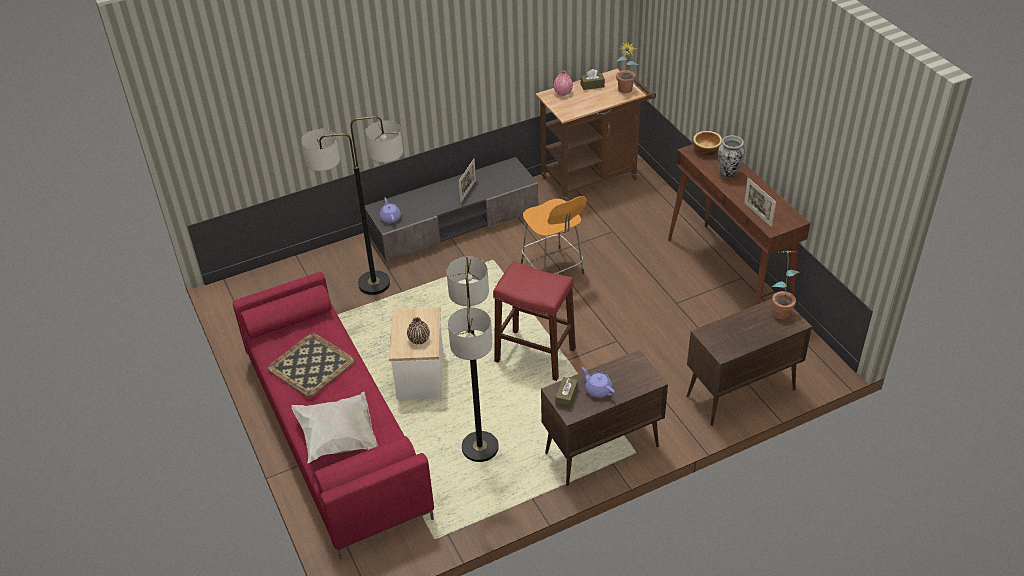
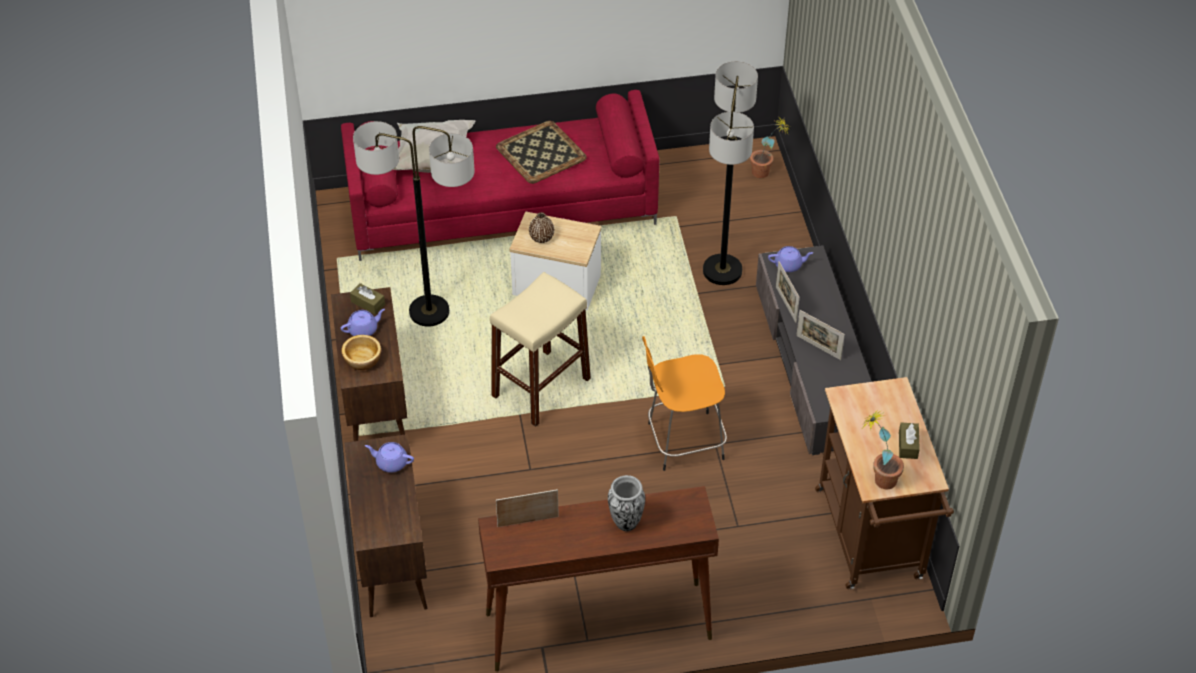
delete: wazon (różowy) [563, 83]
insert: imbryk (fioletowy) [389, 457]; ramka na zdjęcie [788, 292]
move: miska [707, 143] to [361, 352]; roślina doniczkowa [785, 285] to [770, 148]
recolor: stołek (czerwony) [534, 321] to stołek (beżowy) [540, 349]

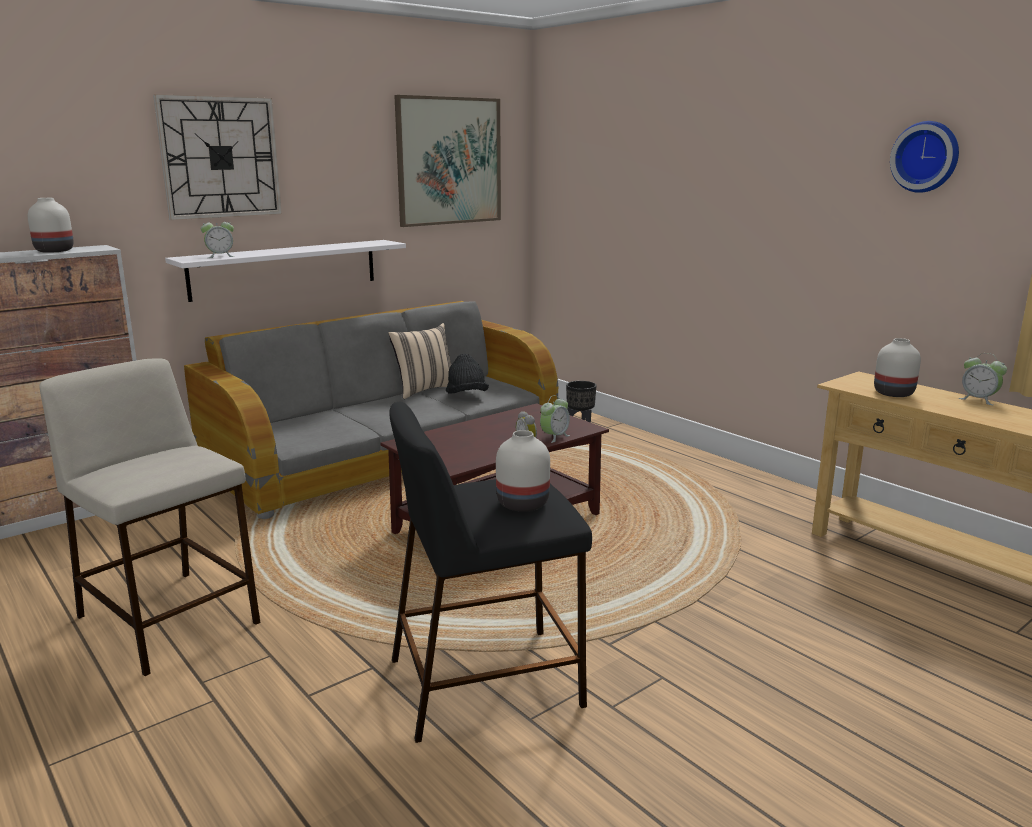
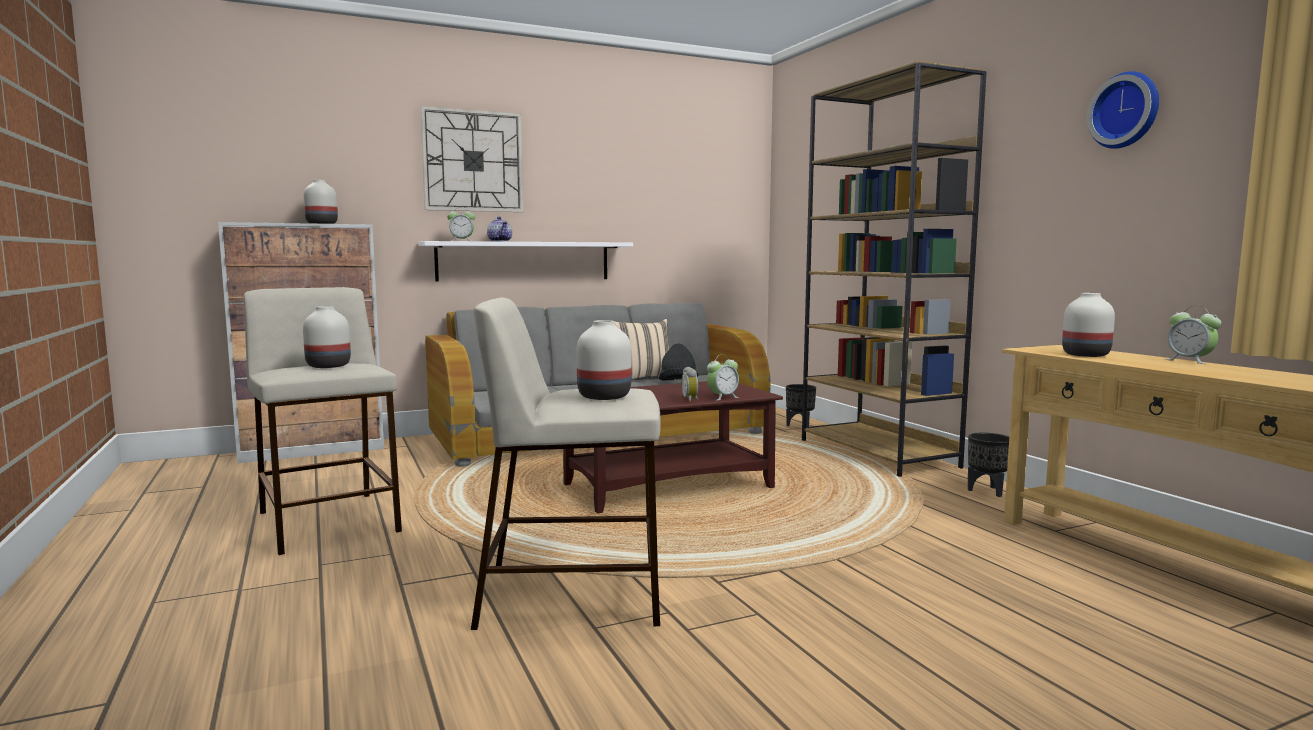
delete: obraz [447, 161]
insert: wazon (biały) [327, 337]; imbryk [499, 229]; regał (brązowy) [894, 269]; donica (czarny) [988, 465]
recolor: stołek (czarny) [490, 572] to stołek (beżowy) [566, 463]

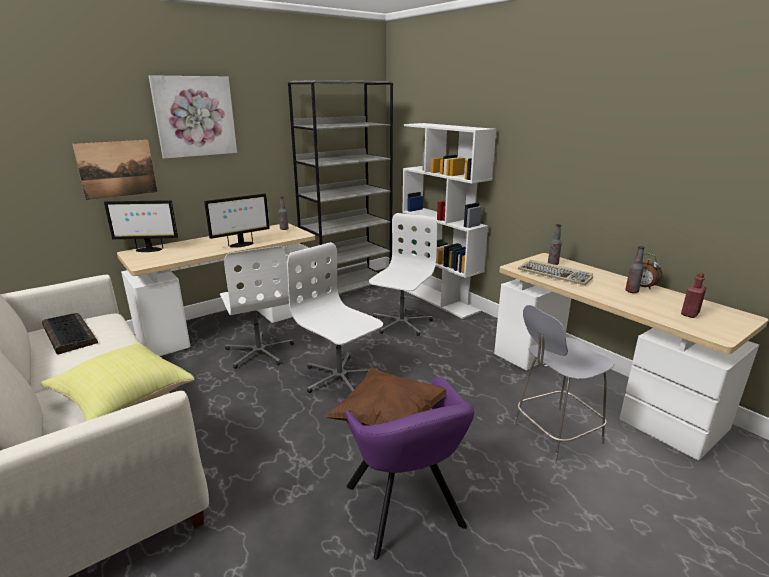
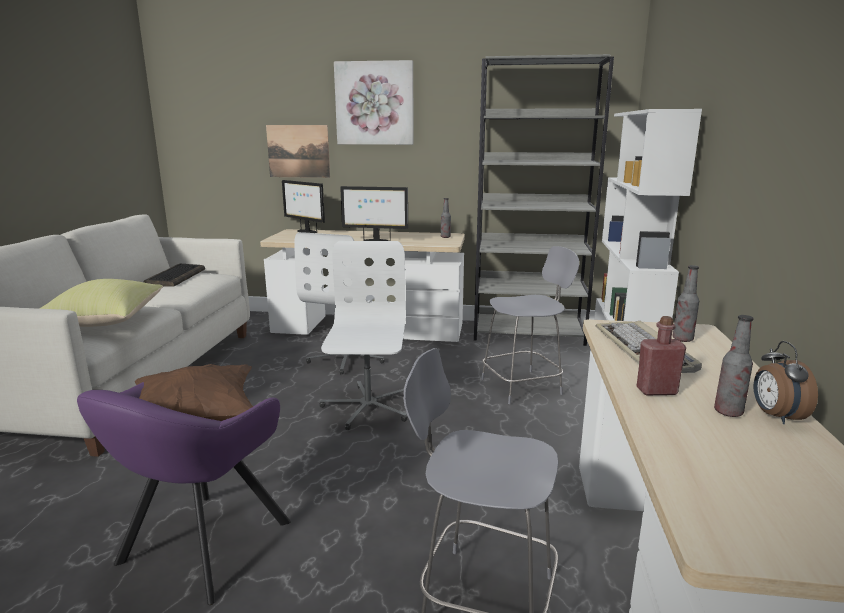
move: butelka (czerwony) [693, 295] to [661, 355]
replace: krzesło biurowe (biały) [403, 274] to stołek (szary) [530, 325]

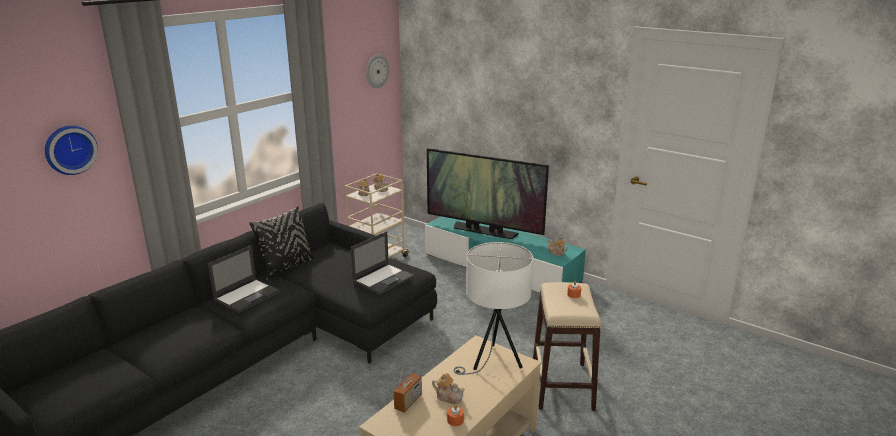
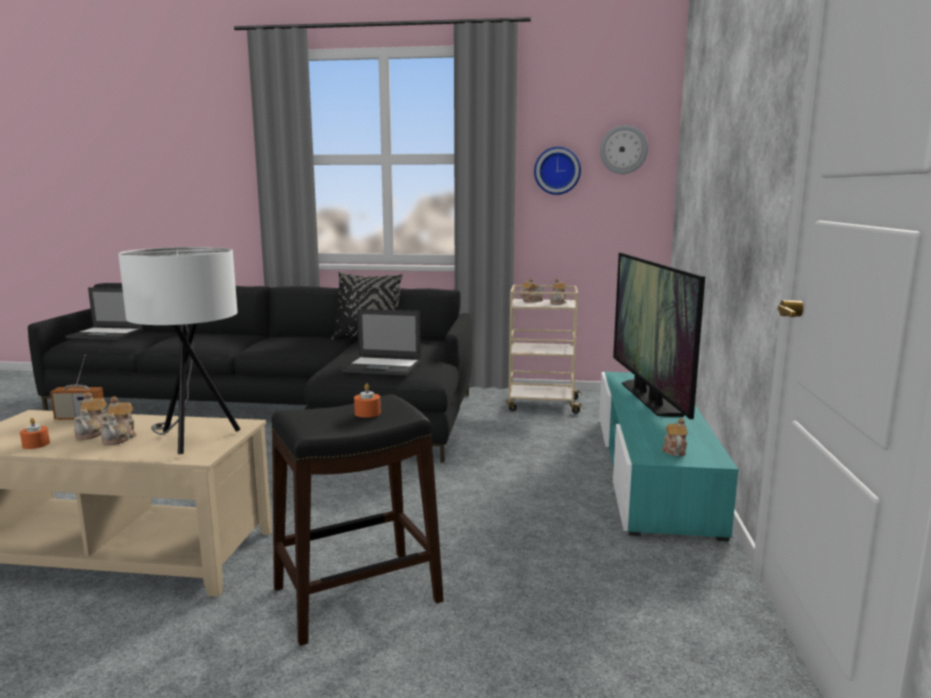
insert: imbryk [119, 420]
move: zegar ścienny [71, 150] to [557, 171]; laptop [244, 279] to [104, 313]
recolor: stołek (beżowy) [567, 346] to stołek (czarny) [357, 520]

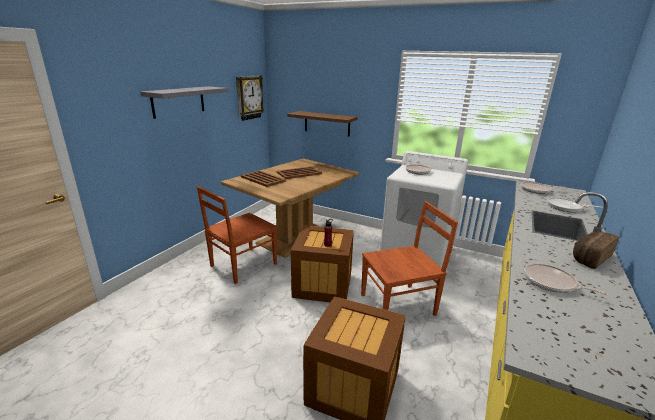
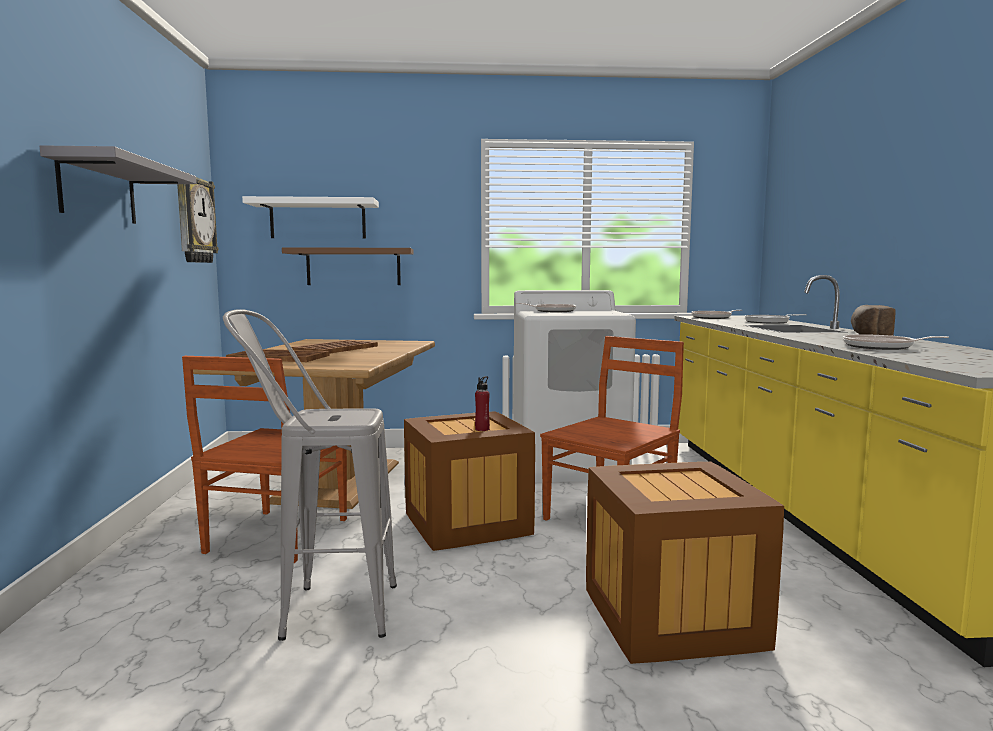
insert: stołek (szary) [310, 475]; półka (biały) [310, 217]

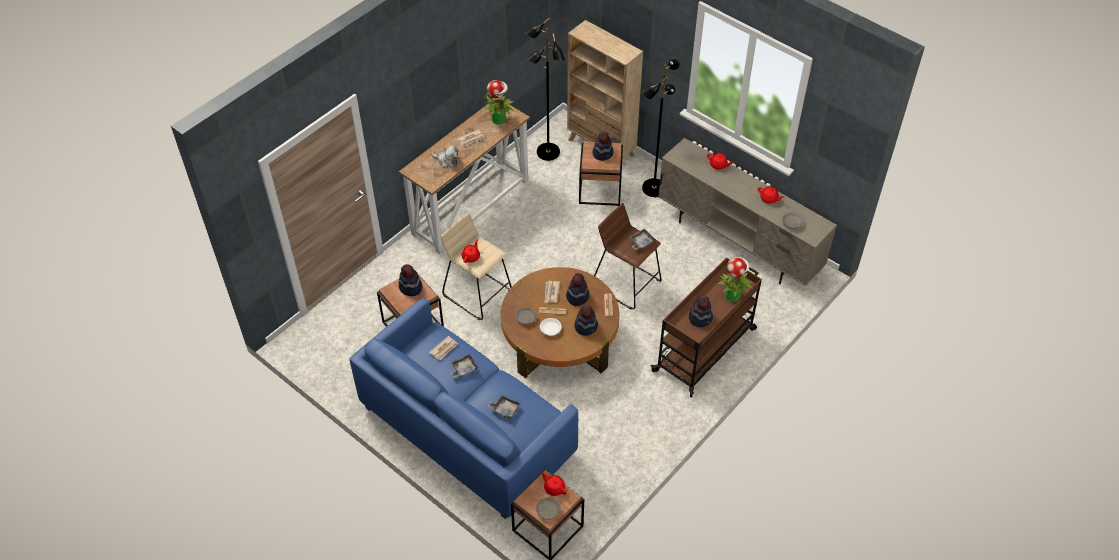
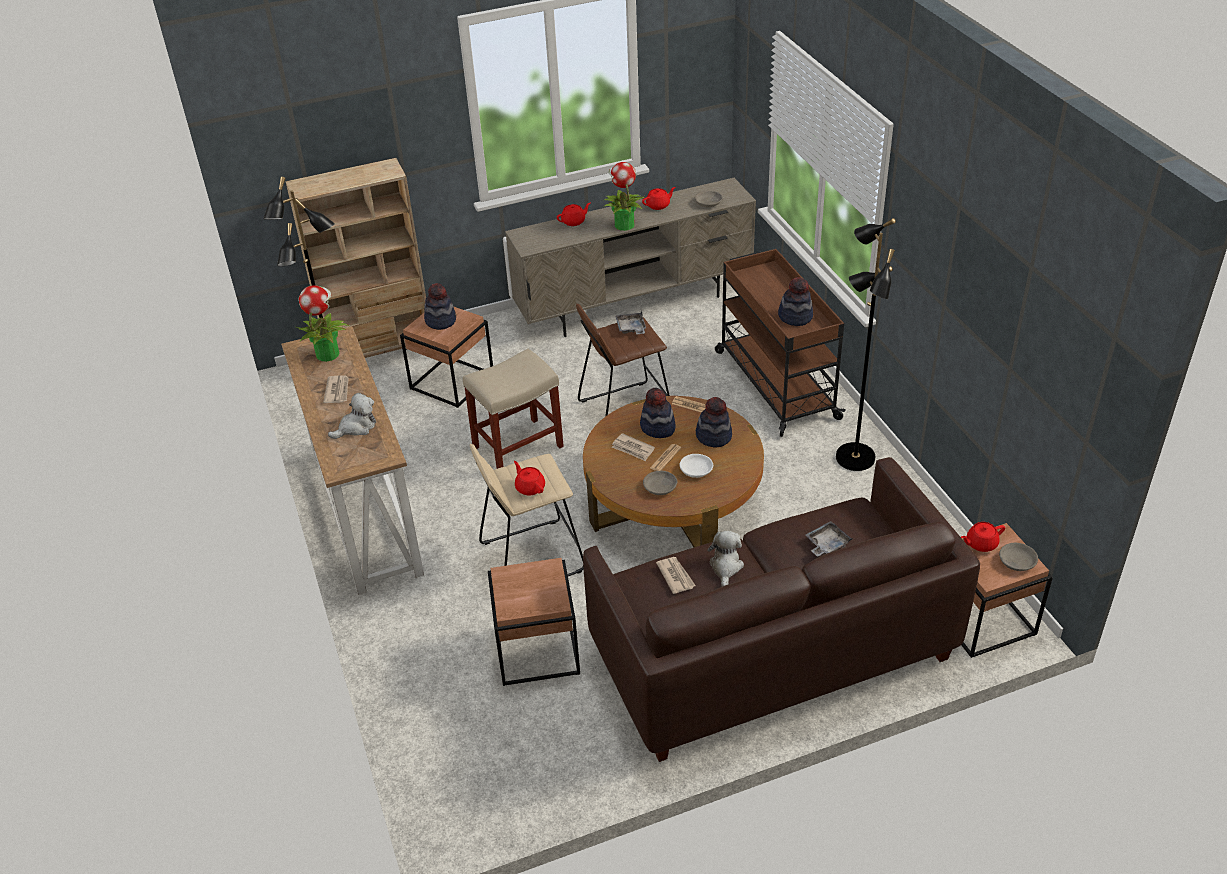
delete: kapelusz [410, 280]
insert: stołek (beżowy) [513, 409]
move: lampa stojąca (czarny) [661, 128] to [866, 344]; roślina doniczkowa [735, 279] to [624, 196]
replace: taca (szary) [464, 366] to pluszak [725, 558]
recolor: kanapa (niebieski) [463, 408] to kanapa (brązowy) [781, 609]

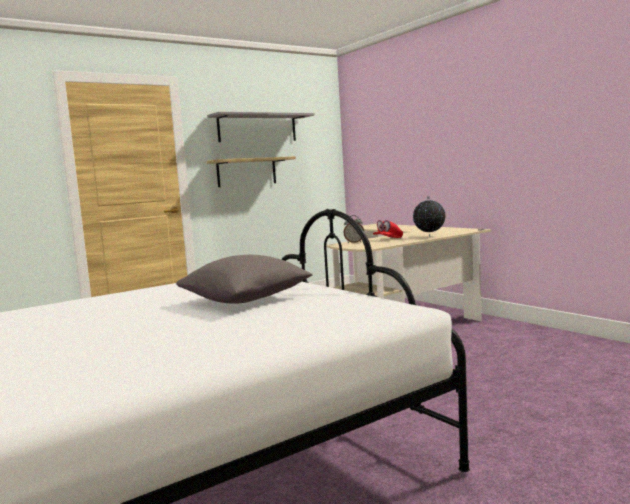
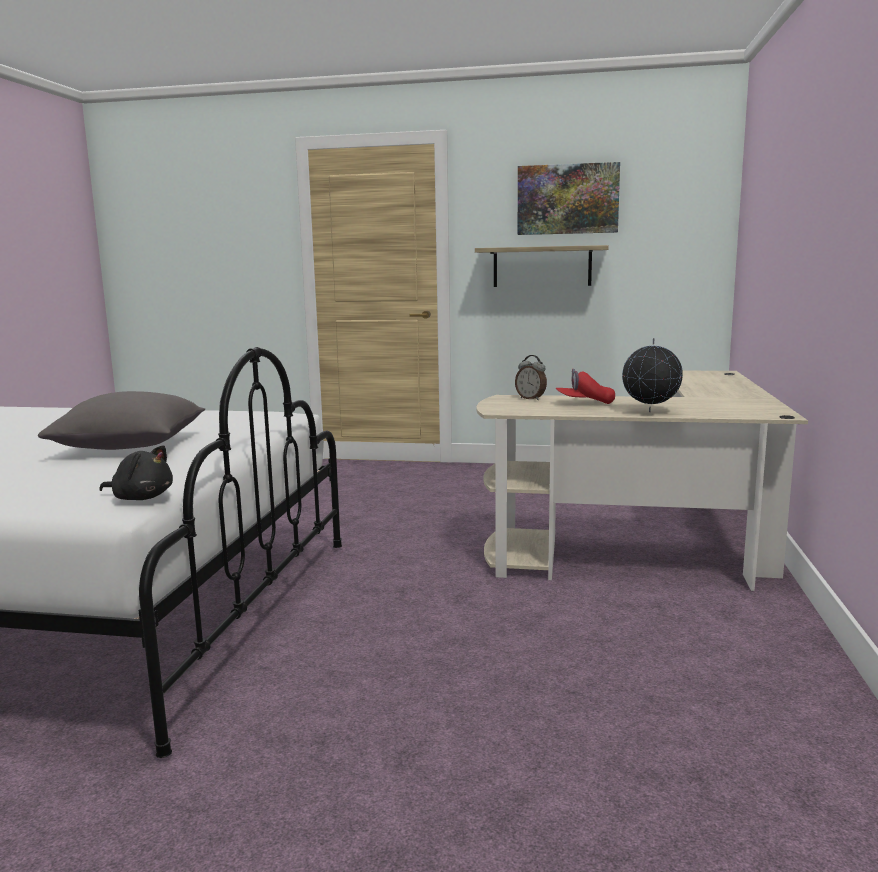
insert: pluszak (czarny) [136, 472]
replace: półka (szary) [261, 127] to obraz [569, 198]

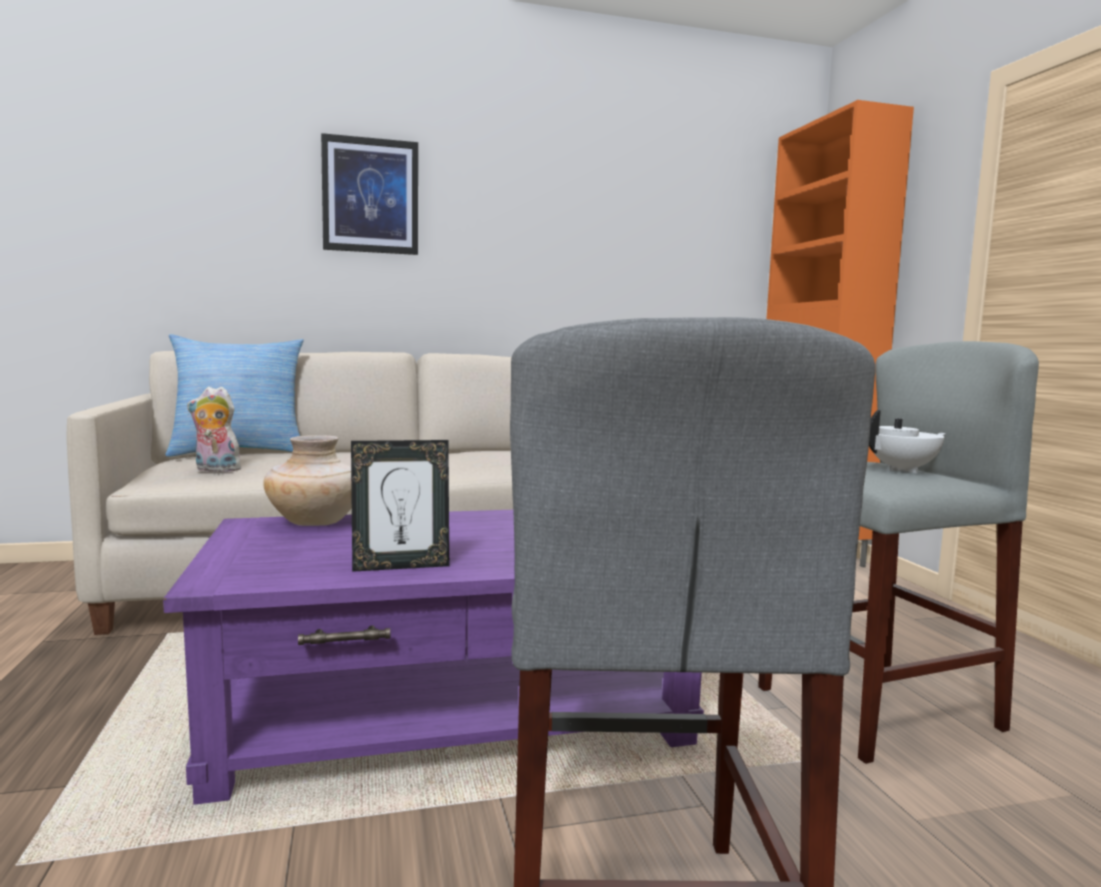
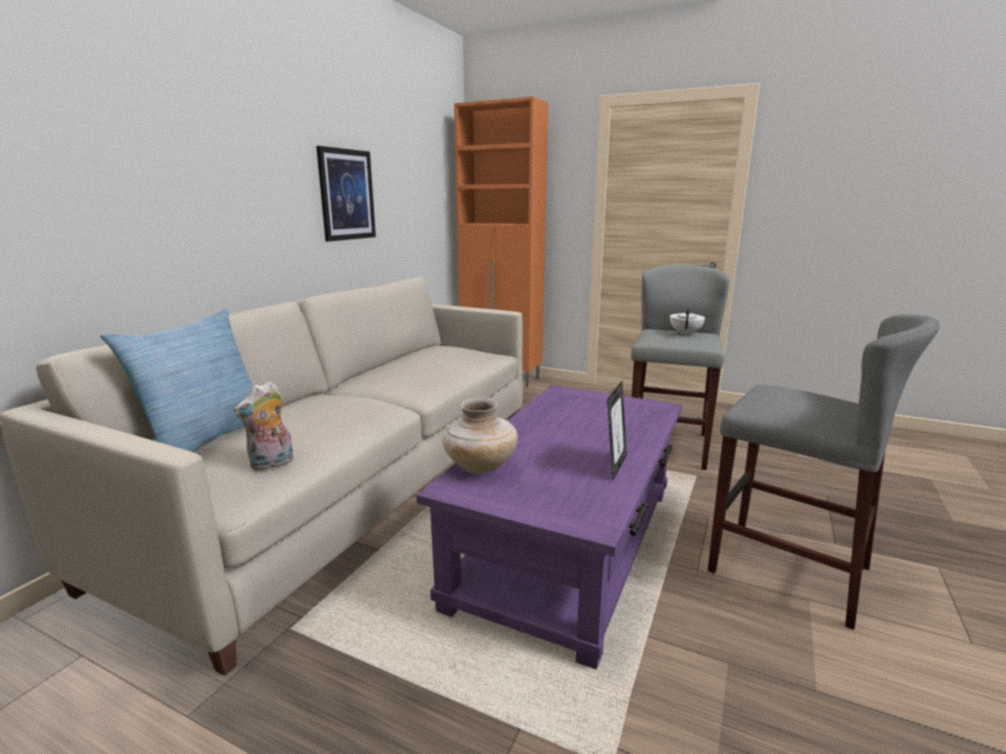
move: obraz [369, 194] to [346, 194]

